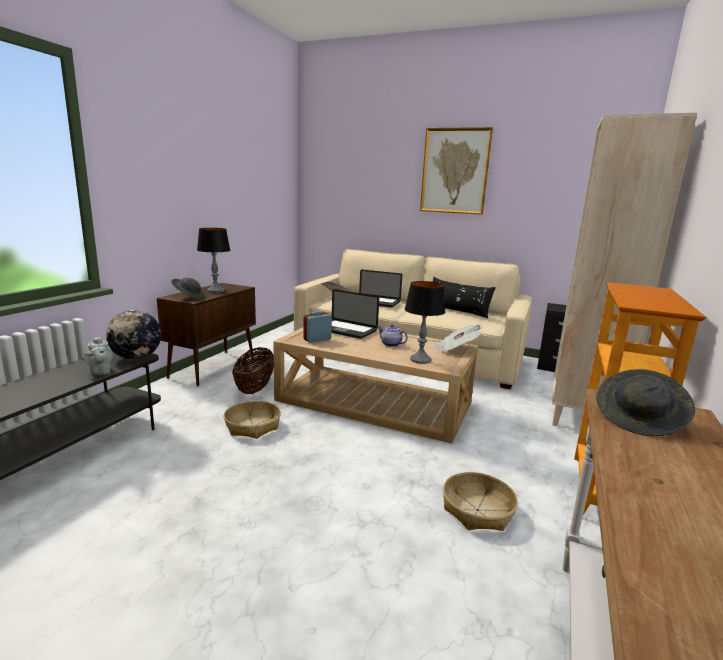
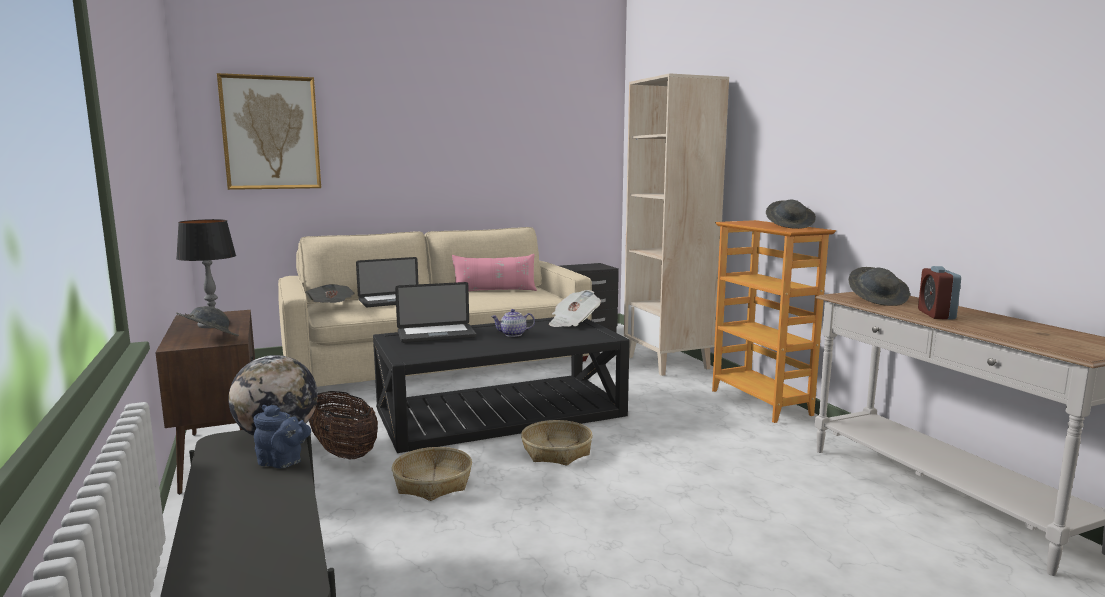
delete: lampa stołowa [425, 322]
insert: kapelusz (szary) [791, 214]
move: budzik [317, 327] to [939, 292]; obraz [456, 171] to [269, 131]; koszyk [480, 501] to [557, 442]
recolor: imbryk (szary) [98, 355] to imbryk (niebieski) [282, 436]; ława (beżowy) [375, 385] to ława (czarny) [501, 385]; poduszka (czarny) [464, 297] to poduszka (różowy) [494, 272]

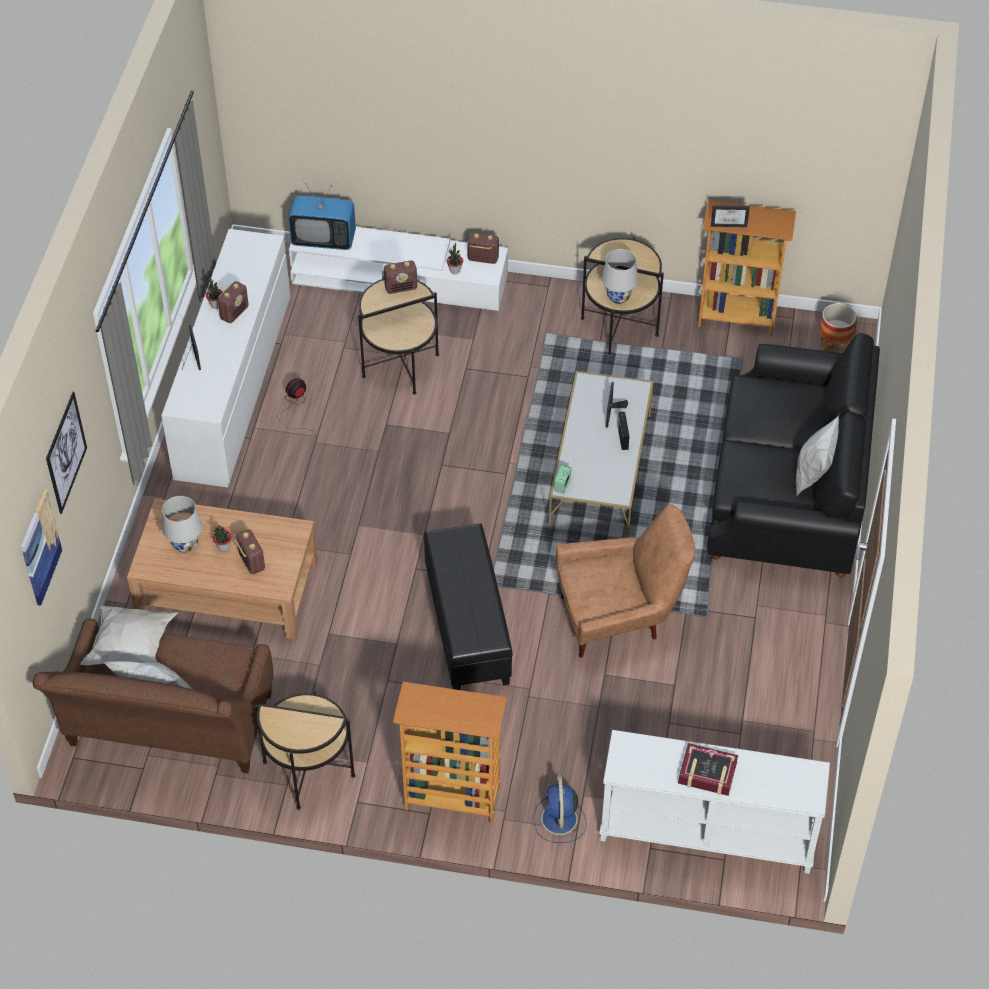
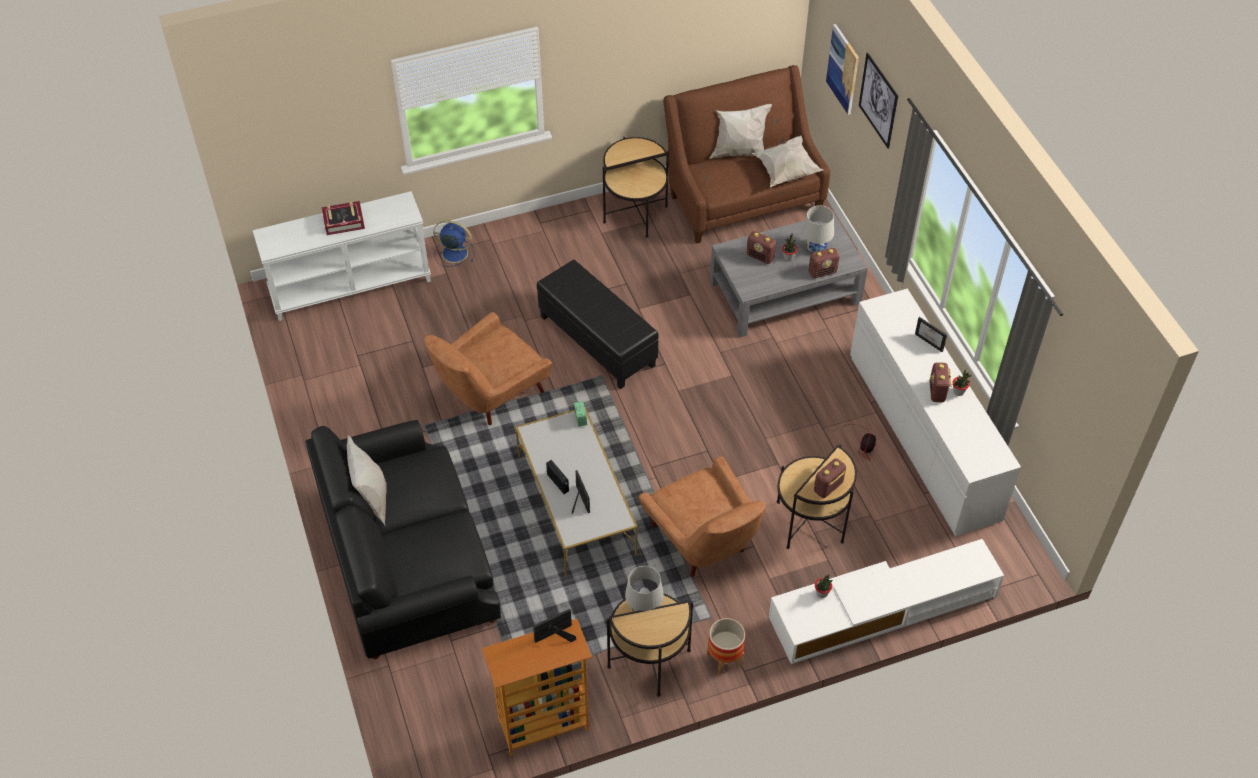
delete: telewizor [322, 216]; regał [450, 753]
insert: fotel (brązowy) [702, 516]
move: radio [483, 248] to [824, 263]; donica [838, 328] to [726, 646]
recolor: ława (brązowy) [222, 569] to ława (szary) [789, 275]
rotate: wentylator (niebieski) [560, 808] = [454, 244] 45 degrees counterclockwise

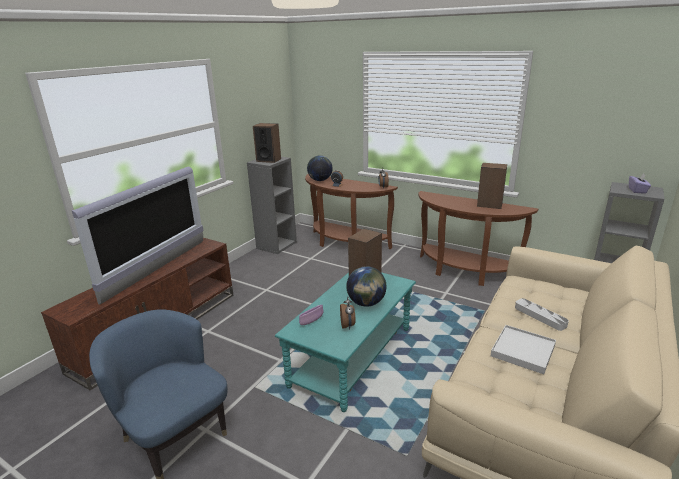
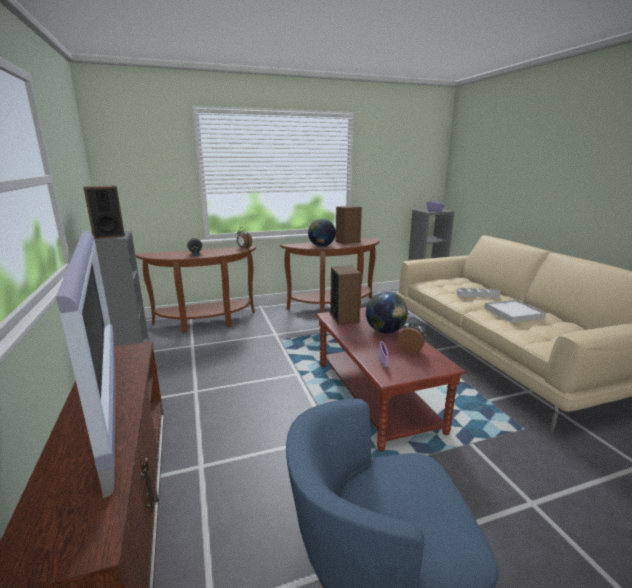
move: globus [320, 168] to [322, 233]
recolor: ława (turkusowy) [345, 342] to ława (brązowy) [390, 379]

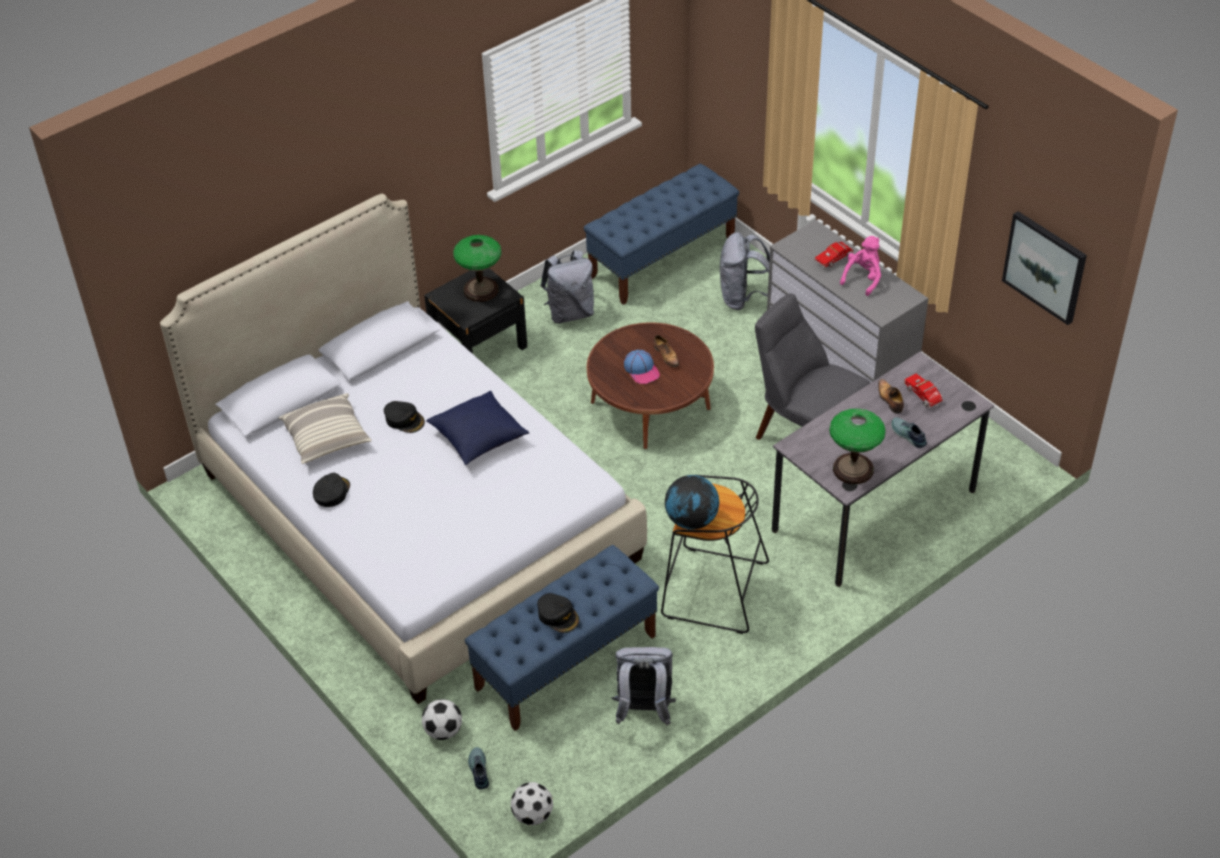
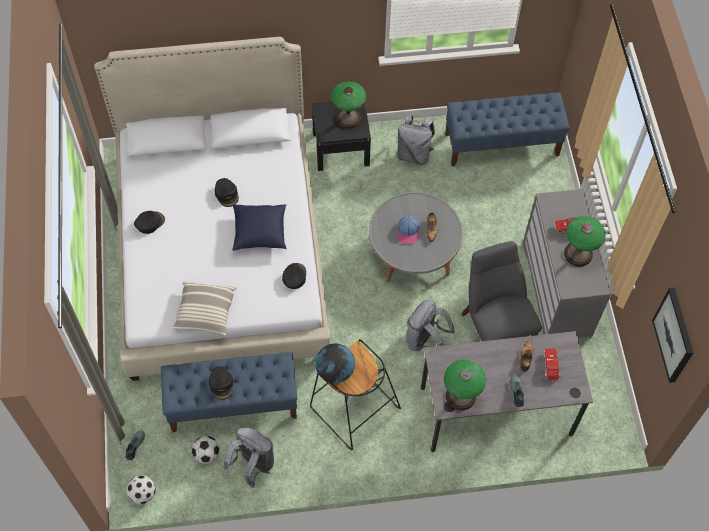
insert: czapka z daszkiem (czarny) [294, 276]
move: poduszka [325, 428] to [205, 308]; piłka futbolowa [442, 719] to [206, 450]; plecak (szary) [745, 271] to [430, 325]
replace: pluszak (różowy) [860, 266] to lampa stołowa [585, 241]
recolor: ława (brązowy) [650, 385] to ława (szary) [416, 237]

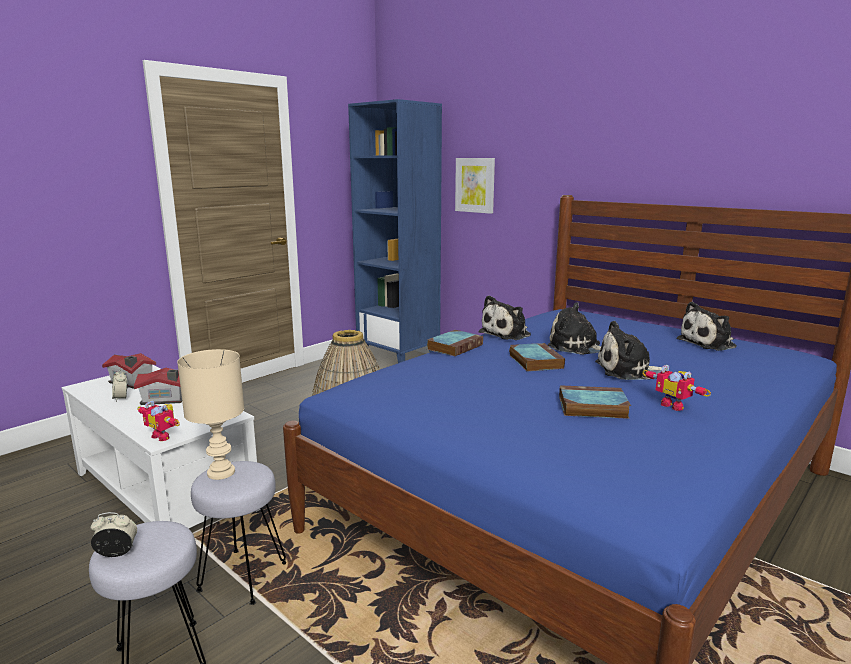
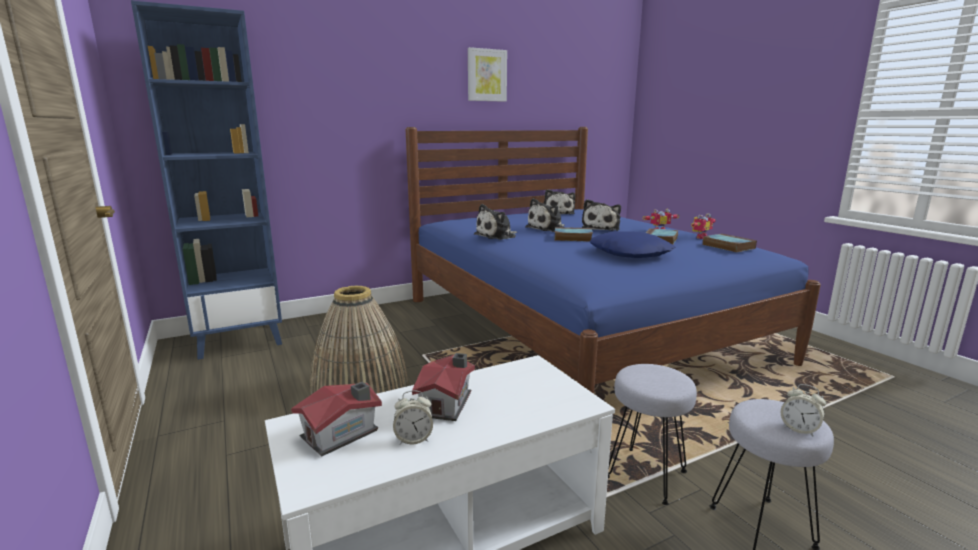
delete: lampa stołowa (beżowy) [210, 414]
insert: poduszka (niebieski) [632, 244]
move: robot zabawkowy [159, 420] to [703, 226]; książka [455, 343] to [729, 242]; obraz [475, 186] to [487, 74]
rotate: budzik [113, 534] = [803, 410] 60 degrees counterclockwise; pluszak [505, 317] = [495, 222] 75 degrees clockwise

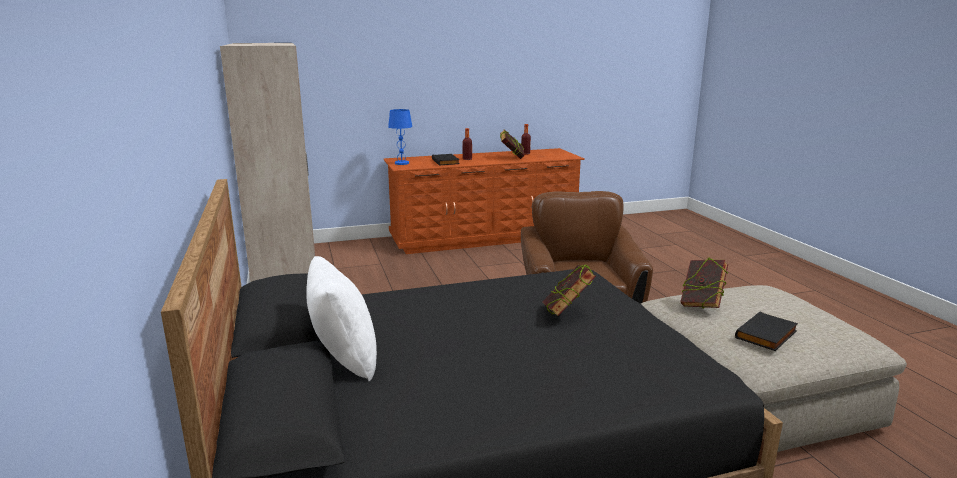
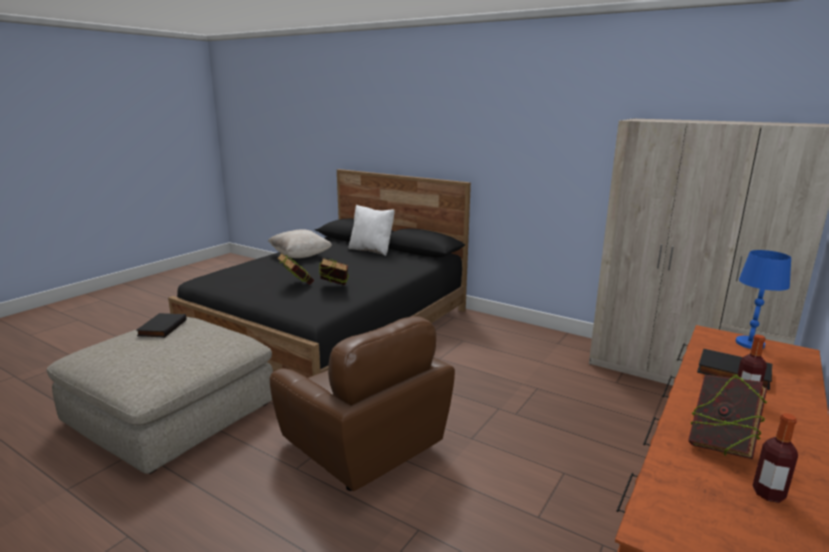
insert: poduszka (beżowy) [300, 243]
move: książka [704, 282] to [334, 271]

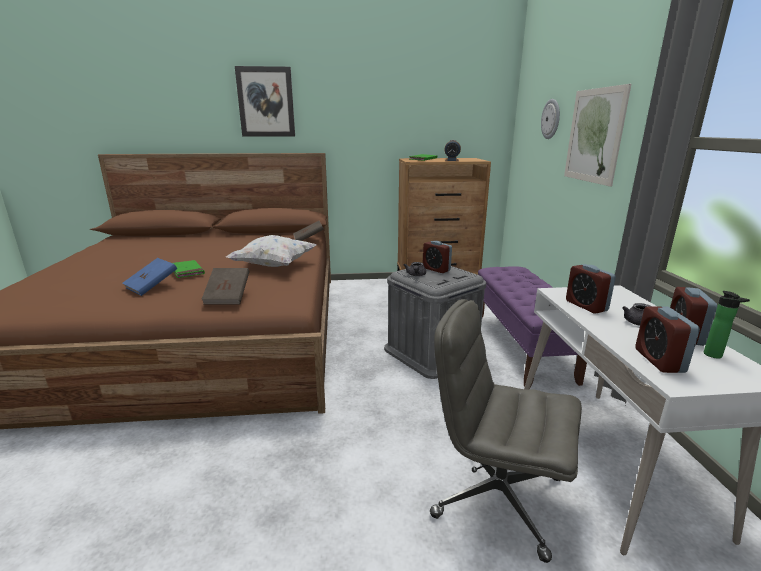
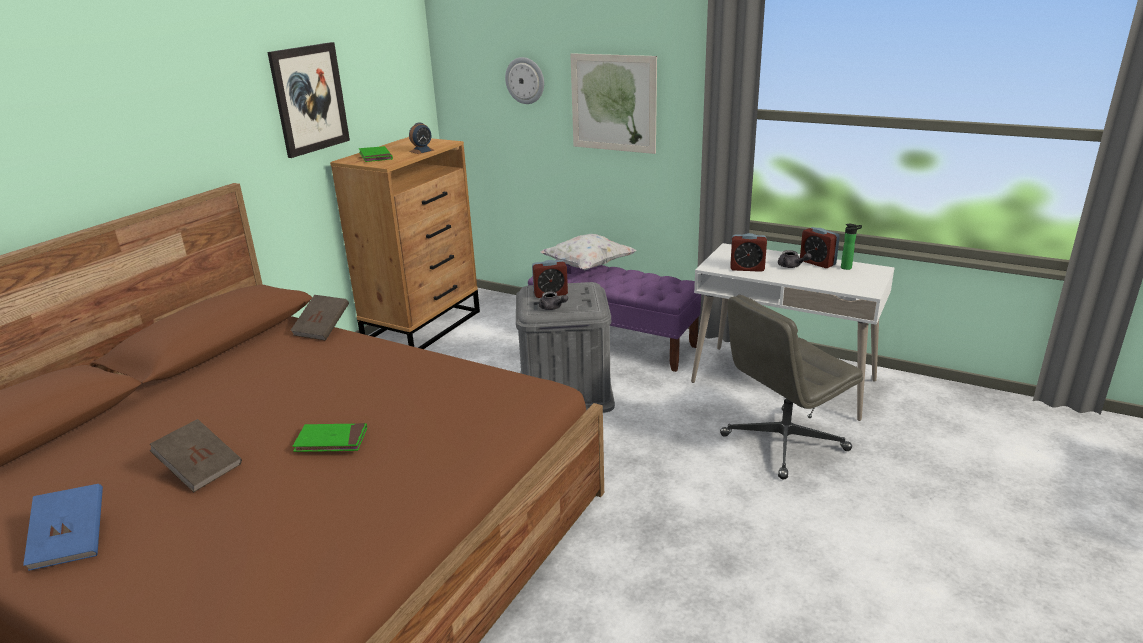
delete: budzik [667, 340]
move: książka (niebieski) [149, 277] to [63, 527]; książka (brązowy) [225, 286] to [196, 455]; poduszka (biały) [271, 251] to [588, 252]; obraz [265, 101] to [308, 100]

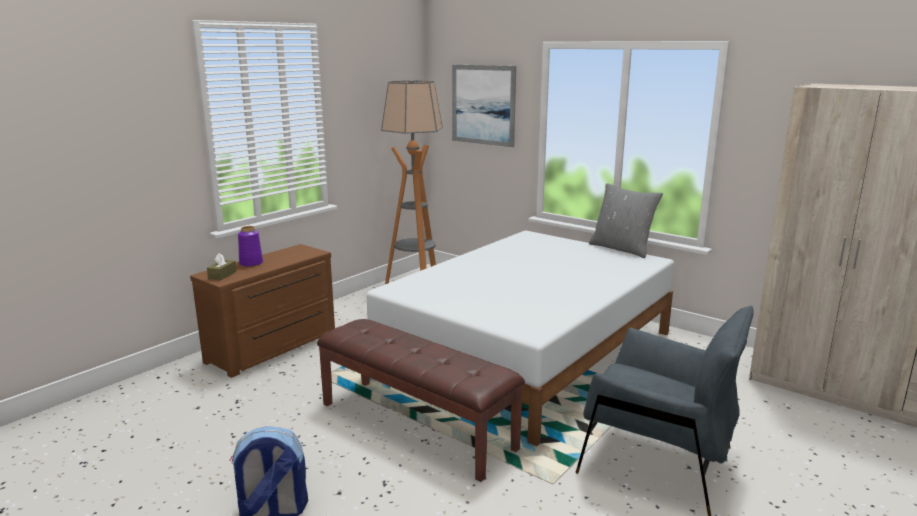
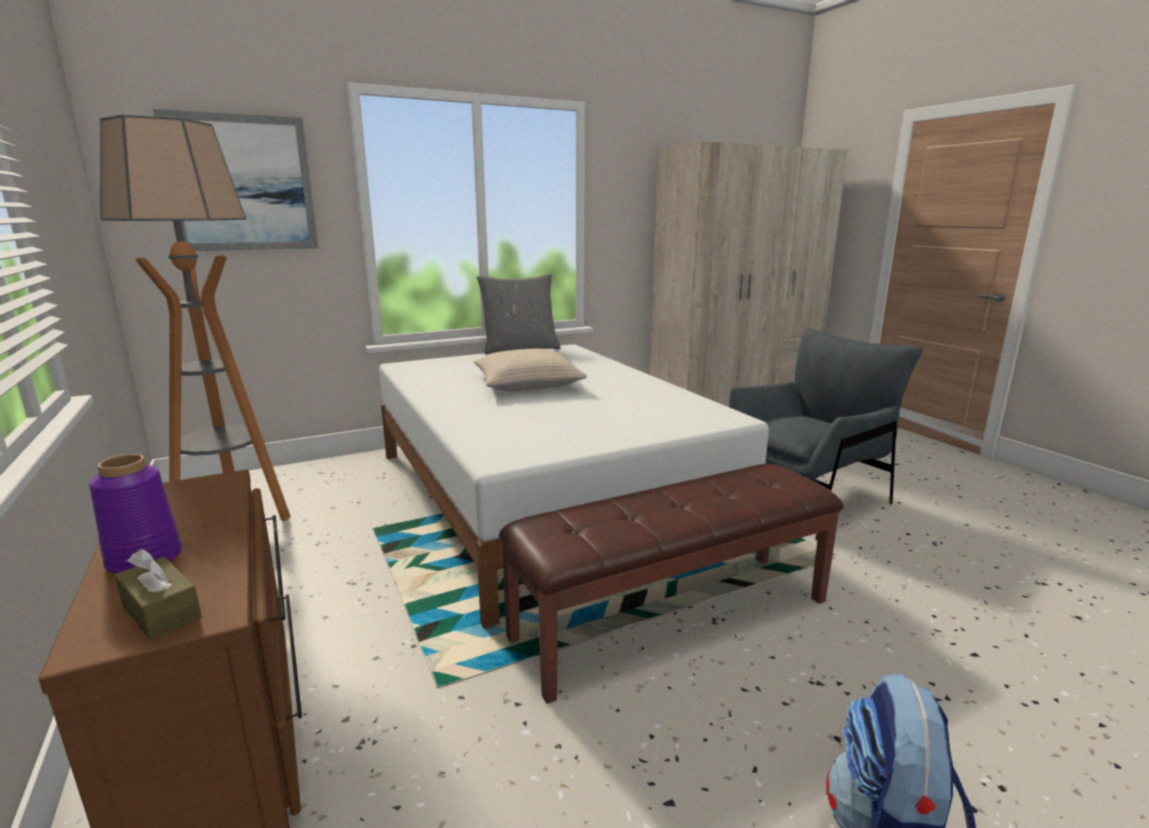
insert: poduszka (beżowy) [530, 370]

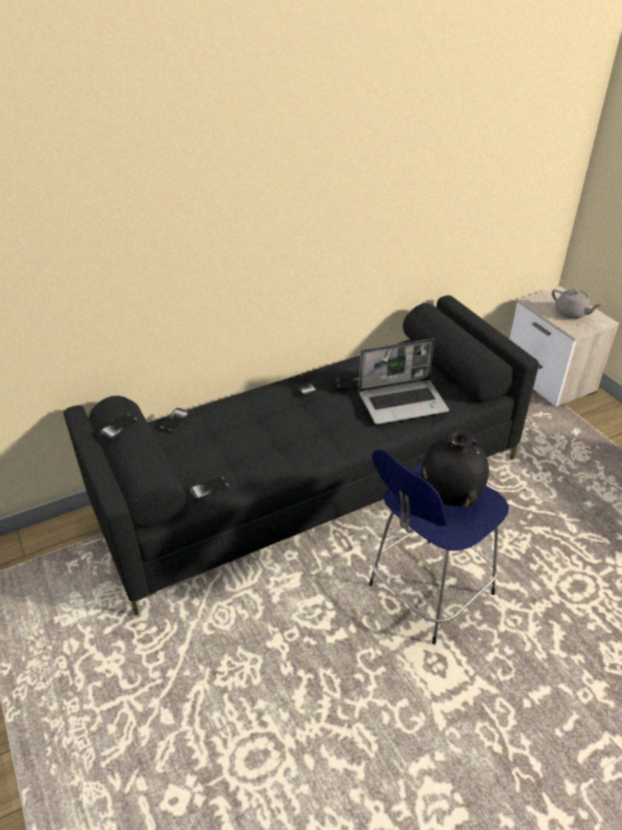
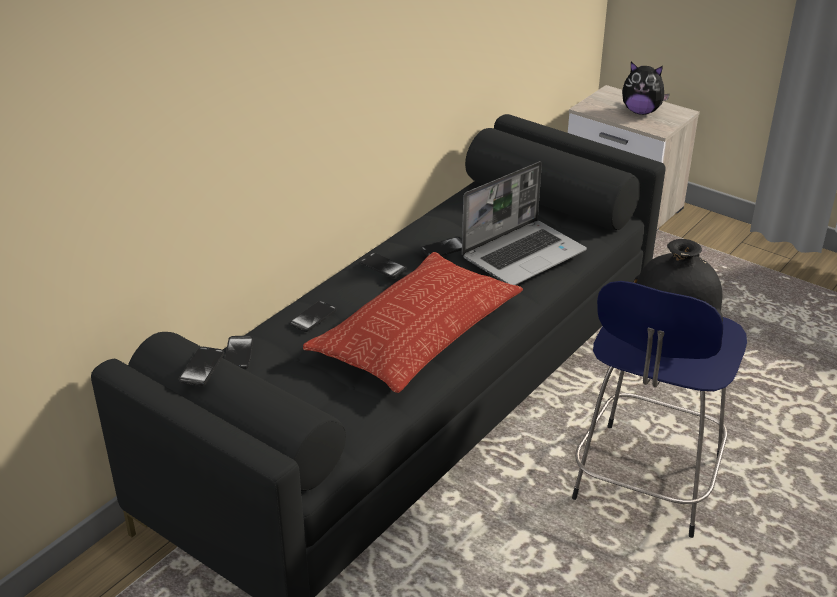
insert: poduszka [413, 322]
move: telefon [209, 488] to [313, 316]
replace: imbryk (szary) [577, 304] to pluszak [646, 88]

